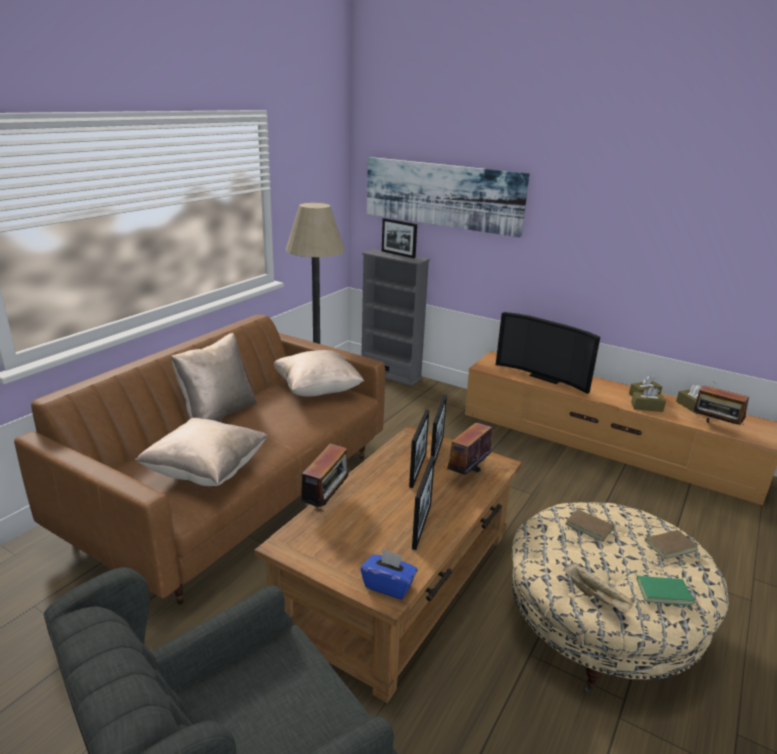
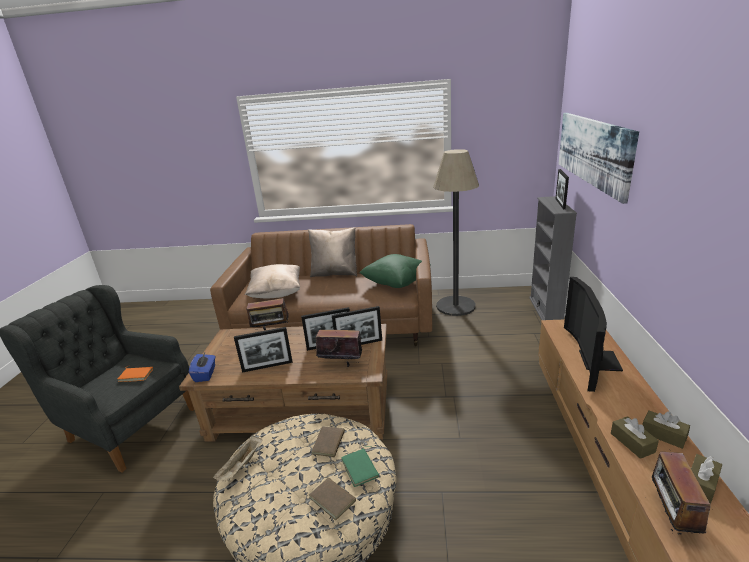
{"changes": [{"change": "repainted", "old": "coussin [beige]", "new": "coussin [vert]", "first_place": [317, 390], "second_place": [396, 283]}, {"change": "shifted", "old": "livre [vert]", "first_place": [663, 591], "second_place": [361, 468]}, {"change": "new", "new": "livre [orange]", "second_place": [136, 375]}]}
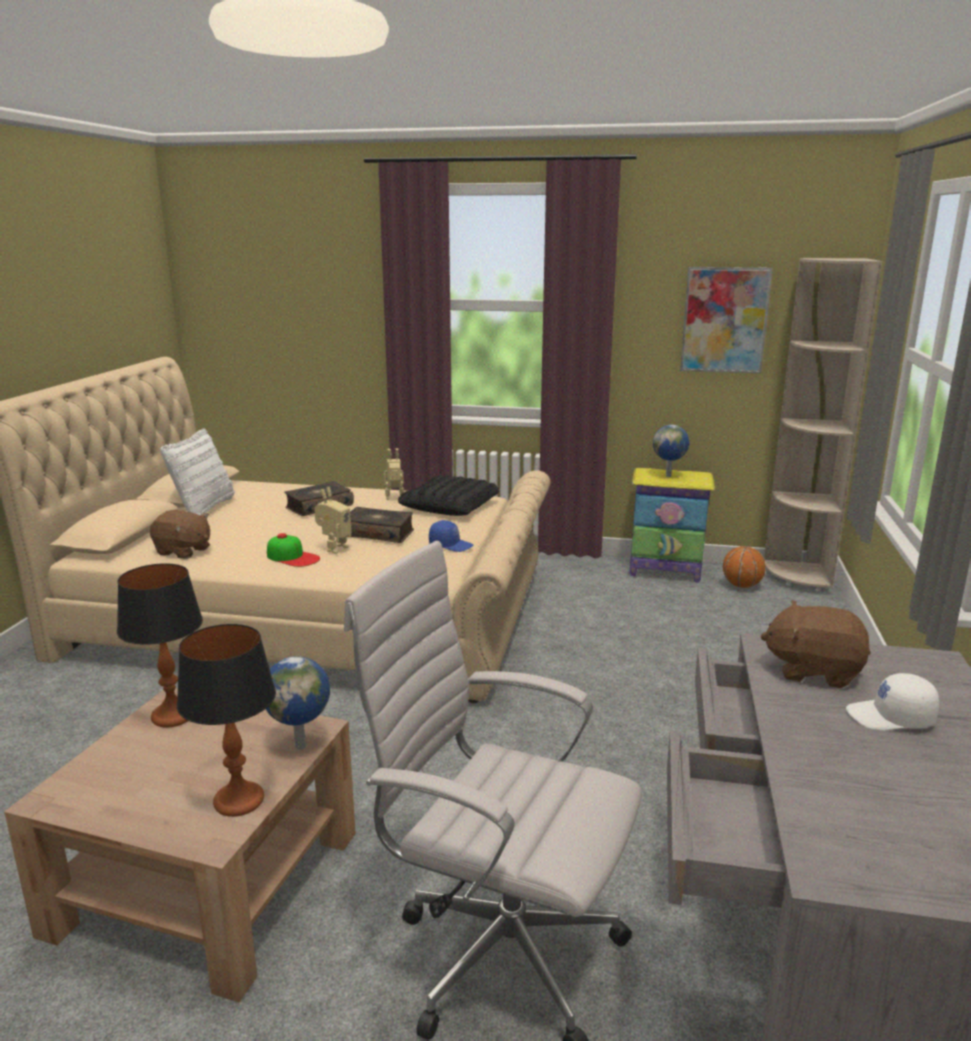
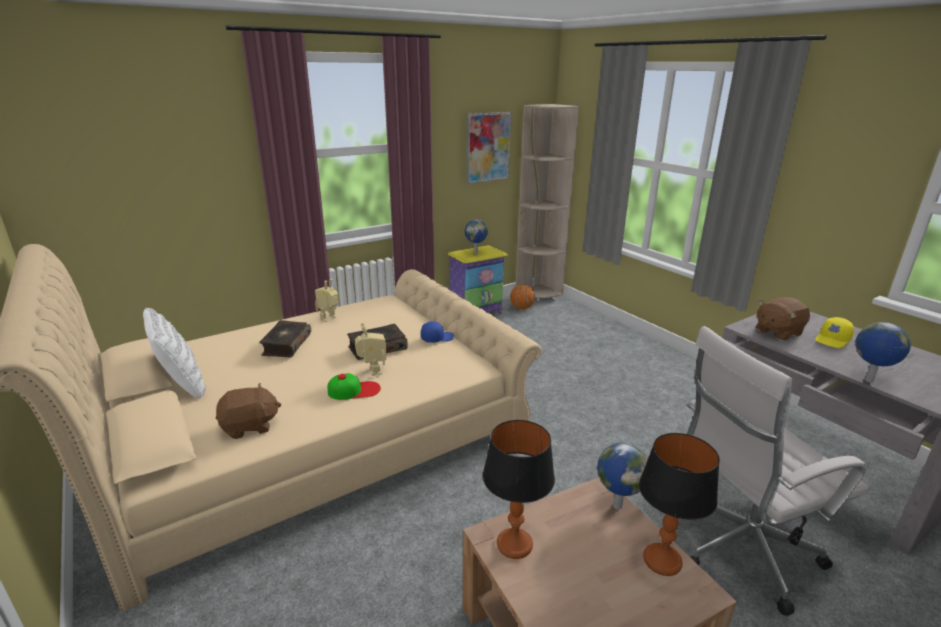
{"changes": [{"change": "gone", "old": "coussin [noir]", "first_place": [450, 506]}, {"change": "repainted", "old": "casquette [blanc]", "new": "casquette [jaune]", "first_place": [891, 718], "second_place": [833, 340]}, {"change": "new", "new": "globe", "second_place": [868, 381]}]}
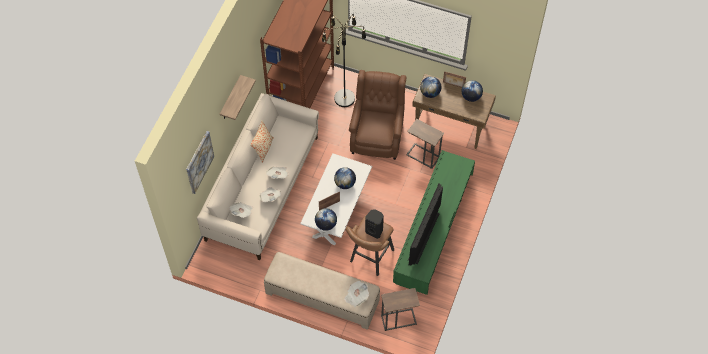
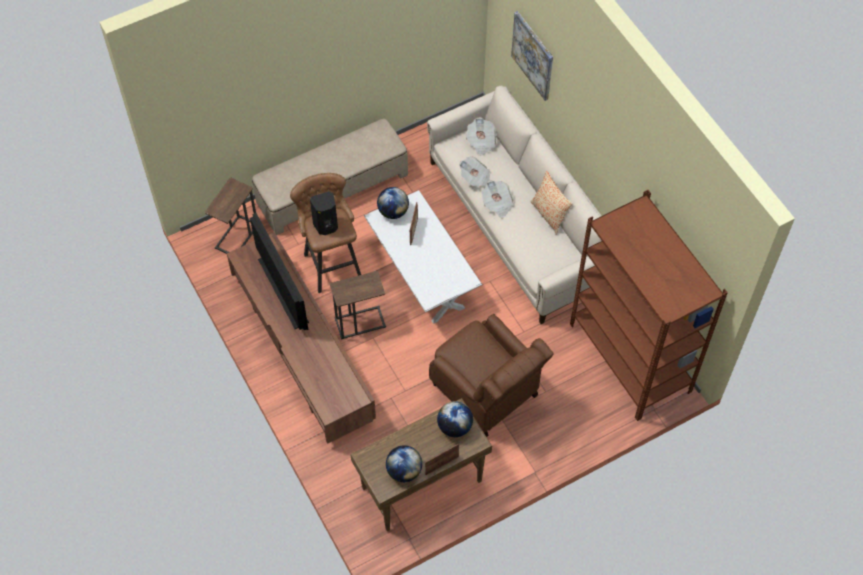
{"changes": [{"change": "gone", "old": "étagère", "first_place": [230, 99]}, {"change": "gone", "old": "lampadaire", "first_place": [344, 98]}, {"change": "gone", "old": "globe", "first_place": [345, 183]}, {"change": "gone", "old": "journal", "first_place": [356, 296]}, {"change": "repainted", "old": "meuble télé [vert]", "new": "meuble télé [marron]", "first_place": [433, 230], "second_place": [302, 350]}, {"change": "shifted", "old": "table d'appoint [marron]", "first_place": [423, 156], "second_place": [360, 323]}]}
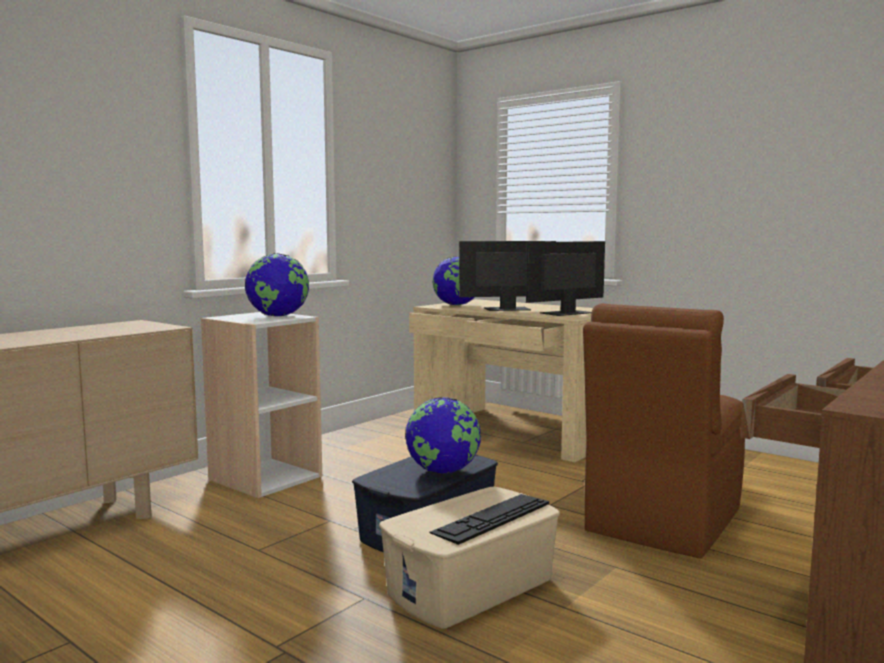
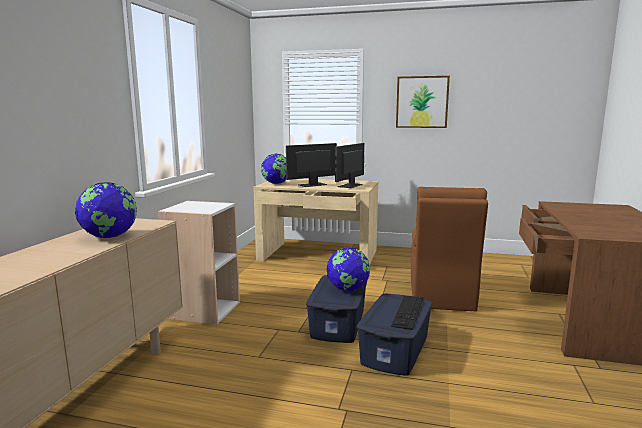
{"changes": [{"change": "shifted", "old": "globe", "first_place": [278, 316], "second_place": [110, 237]}, {"change": "repainted", "old": "boîte de rangement [beige]", "new": "boîte de rangement [bleu]", "first_place": [472, 586], "second_place": [396, 350]}, {"change": "new", "new": "tableau", "second_place": [422, 102]}]}
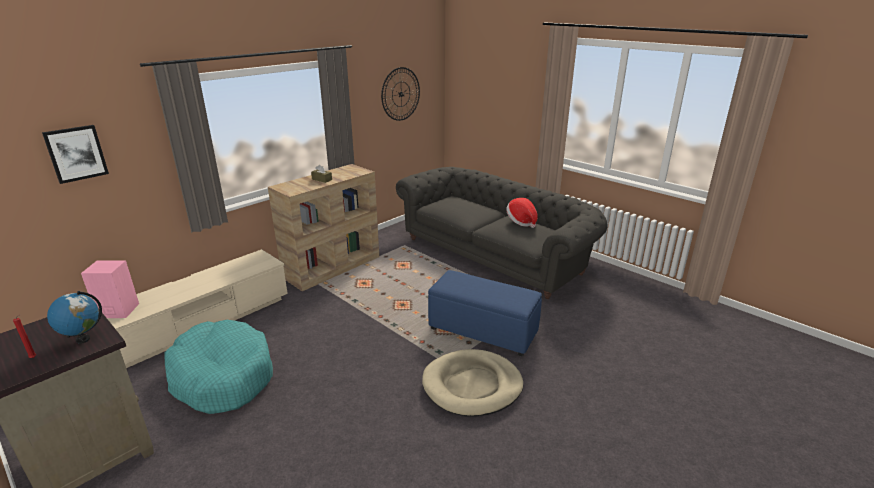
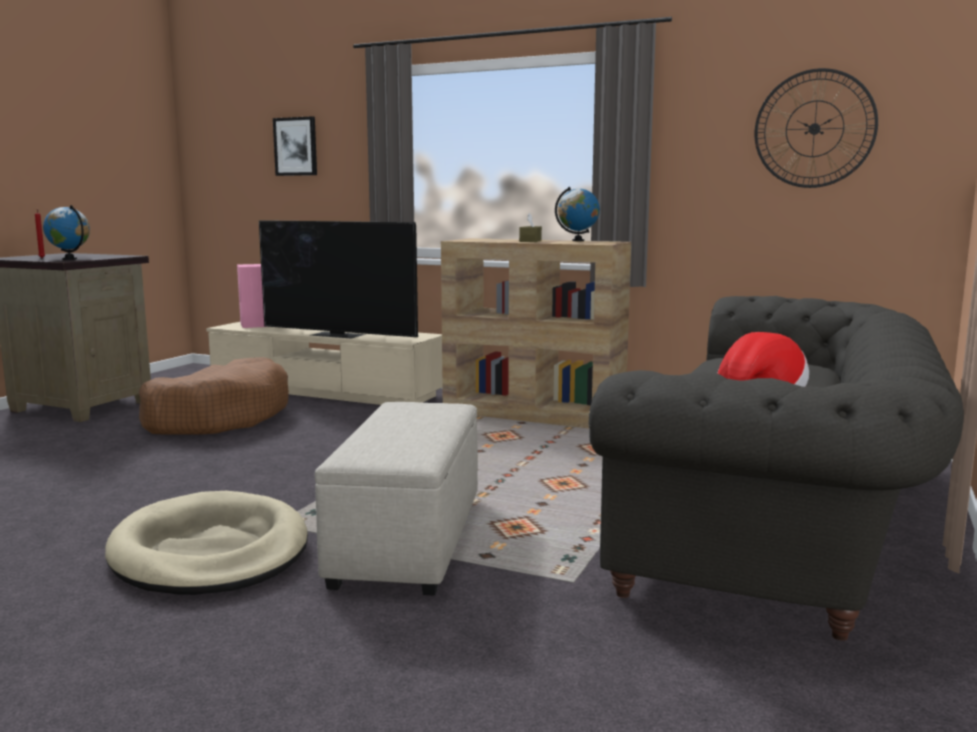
{"changes": [{"change": "repainted", "old": "panier pour chien [turquoise]", "new": "panier pour chien [marron]", "first_place": [222, 376], "second_place": [218, 417]}, {"change": "repainted", "old": "pouf [bleu]", "new": "pouf [beige]", "first_place": [483, 331], "second_place": [408, 540]}, {"change": "new", "new": "téléviseur", "second_place": [338, 334]}, {"change": "new", "new": "globe", "second_place": [578, 241]}]}
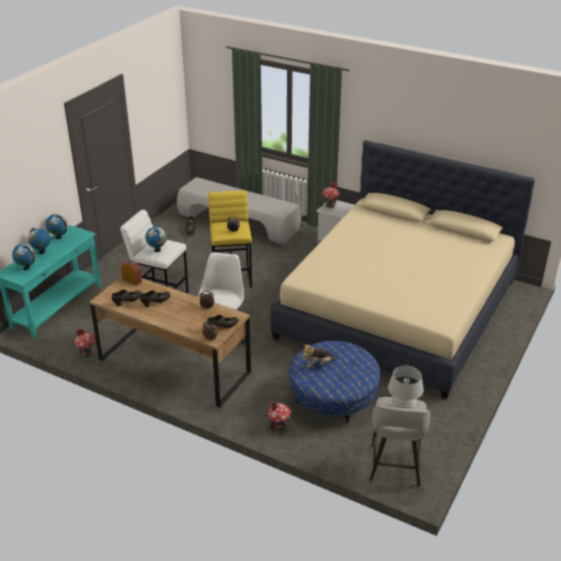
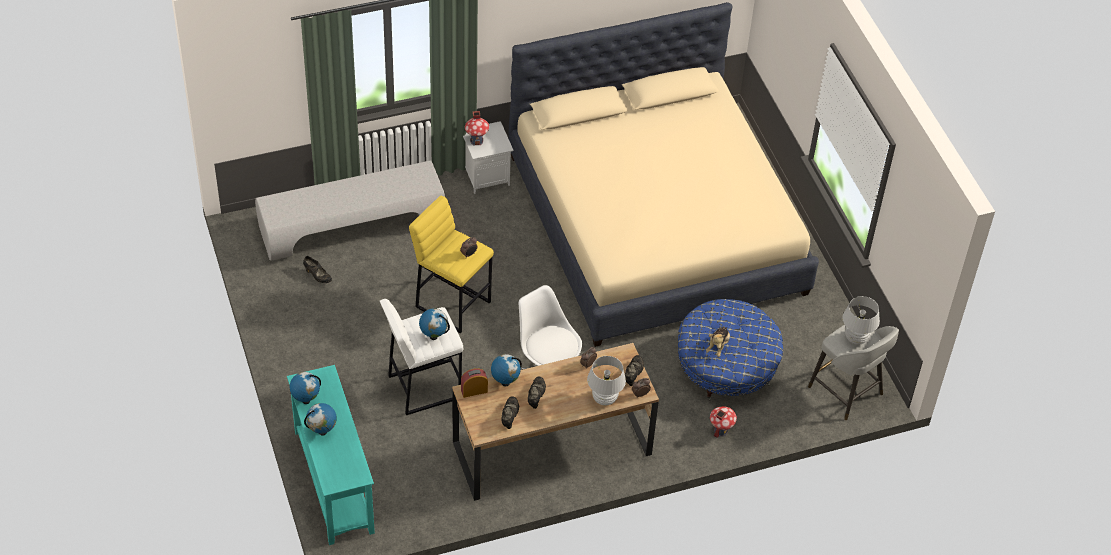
{"changes": [{"change": "shifted", "old": "globe", "first_place": [26, 268], "second_place": [505, 382]}, {"change": "gone", "old": "maison miniature", "first_place": [87, 353]}, {"change": "new", "new": "lampe de table [blanc]", "second_place": [604, 399]}]}
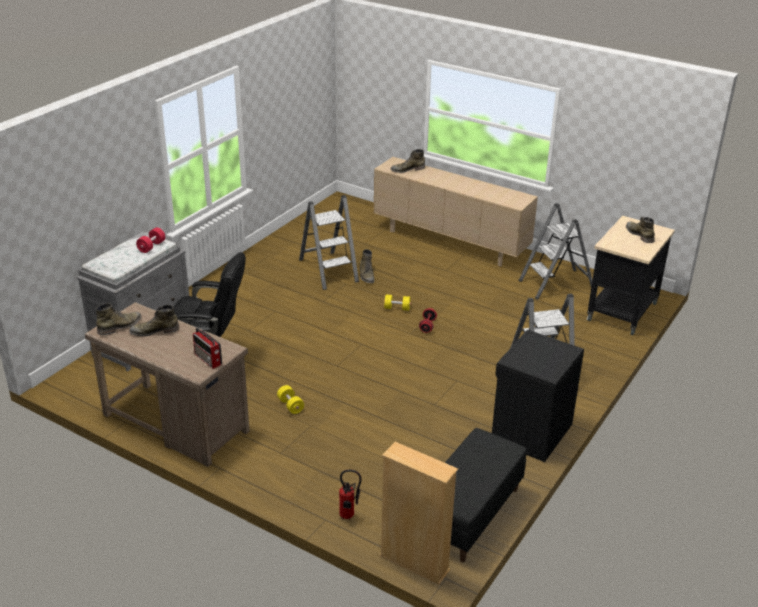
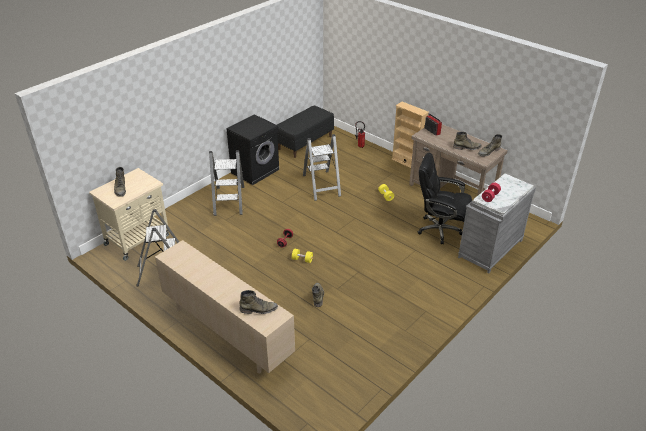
{"changes": [{"change": "shifted", "old": "escabeau [gris]", "first_place": [328, 270], "second_place": [321, 186]}, {"change": "shifted", "old": "bibliothèque [beige]", "first_place": [414, 563], "second_place": [407, 162]}, {"change": "repainted", "old": "chariot [noir]", "new": "chariot [beige]", "first_place": [622, 313], "second_place": [137, 240]}]}
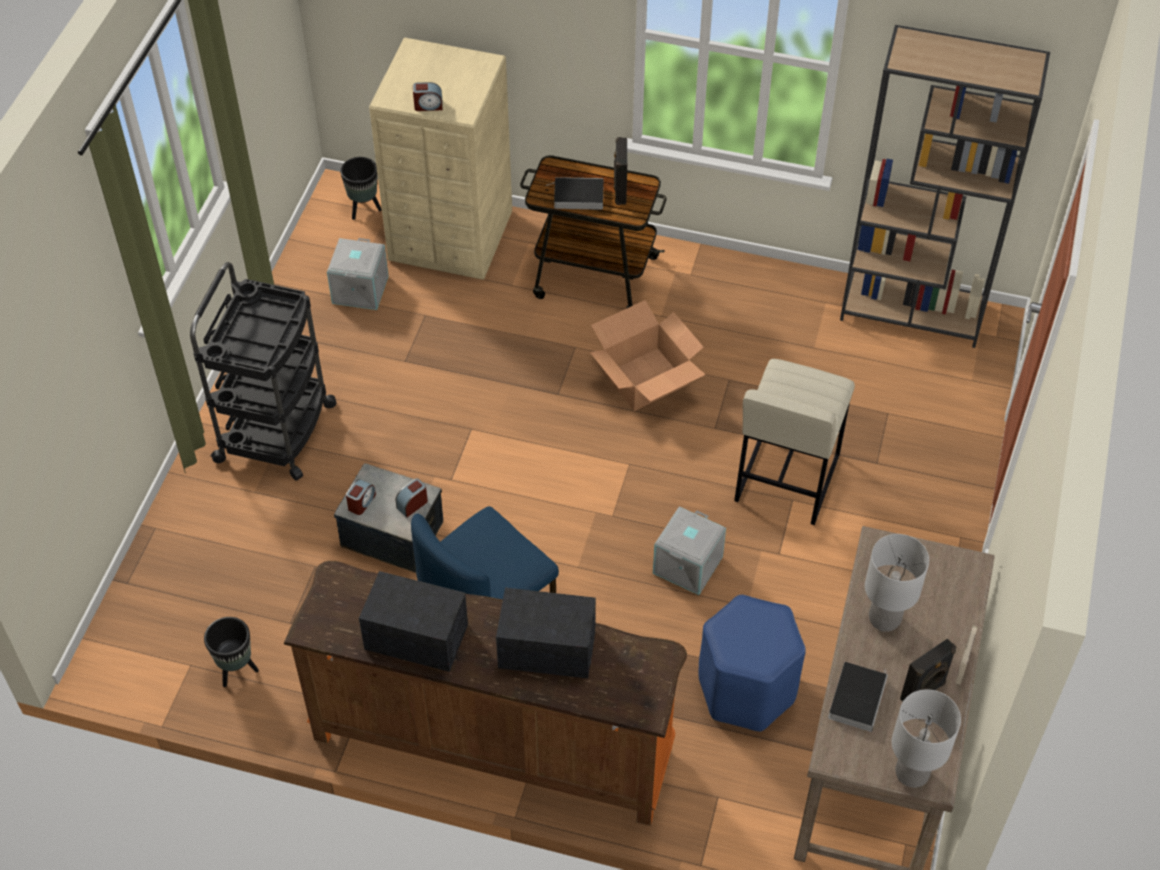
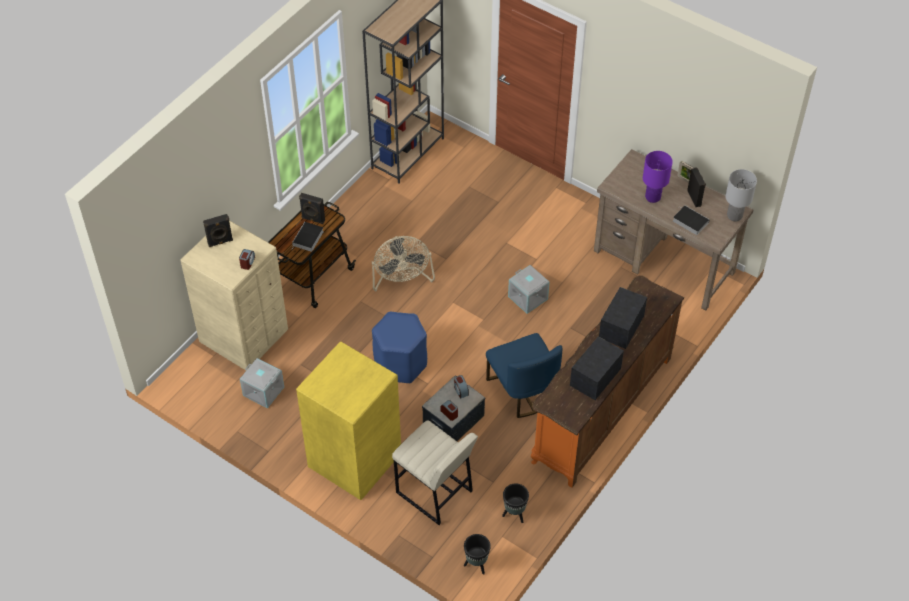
{"changes": [{"change": "swapped", "old": "chariot [noir]", "new": "commode [jaune]", "first_place": [276, 432], "second_place": [354, 459]}, {"change": "shifted", "old": "cache-pot [noir]", "first_place": [364, 209], "second_place": [476, 564]}, {"change": "swapped", "old": "carton", "new": "ventilateur [beige]", "first_place": [646, 379], "second_place": [399, 277]}, {"change": "shifted", "old": "tabouret [bleu]", "first_place": [746, 689], "second_place": [400, 364]}, {"change": "shifted", "old": "chaise [beige]", "first_place": [786, 480], "second_place": [435, 493]}, {"change": "repainted", "old": "lampe de table [gris]", "new": "lampe de table [violet]", "first_place": [884, 620], "second_place": [652, 198]}, {"change": "new", "new": "enceinte [noir]", "second_place": [220, 242]}]}
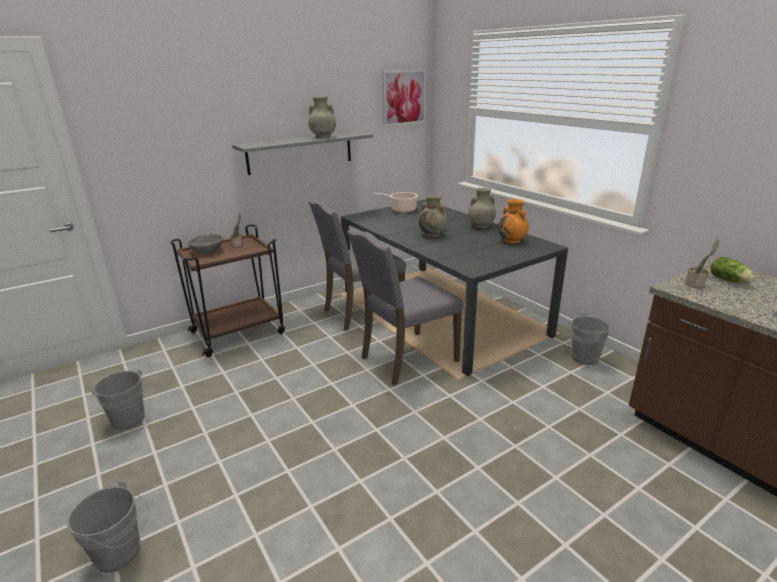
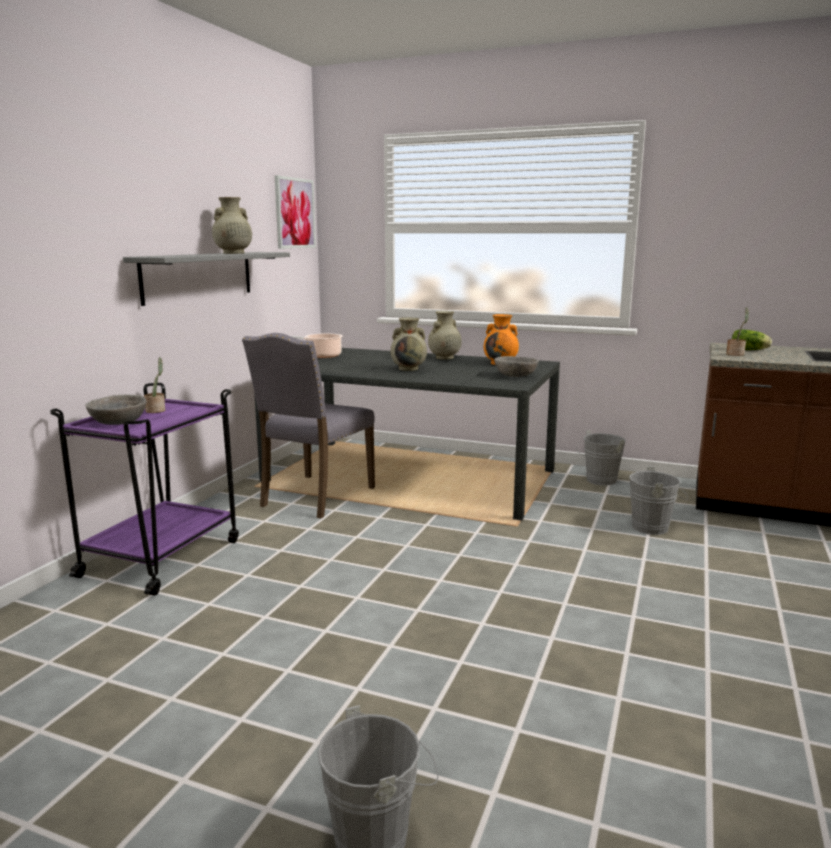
{"changes": [{"change": "shifted", "old": "seau [gris]", "first_place": [130, 421], "second_place": [654, 528]}, {"change": "repainted", "old": "chariot [marron]", "new": "chariot [violet]", "first_place": [239, 332], "second_place": [162, 557]}, {"change": "gone", "old": "chaise [gris]", "first_place": [406, 359]}, {"change": "new", "new": "bol [gris]", "second_place": [515, 375]}]}
